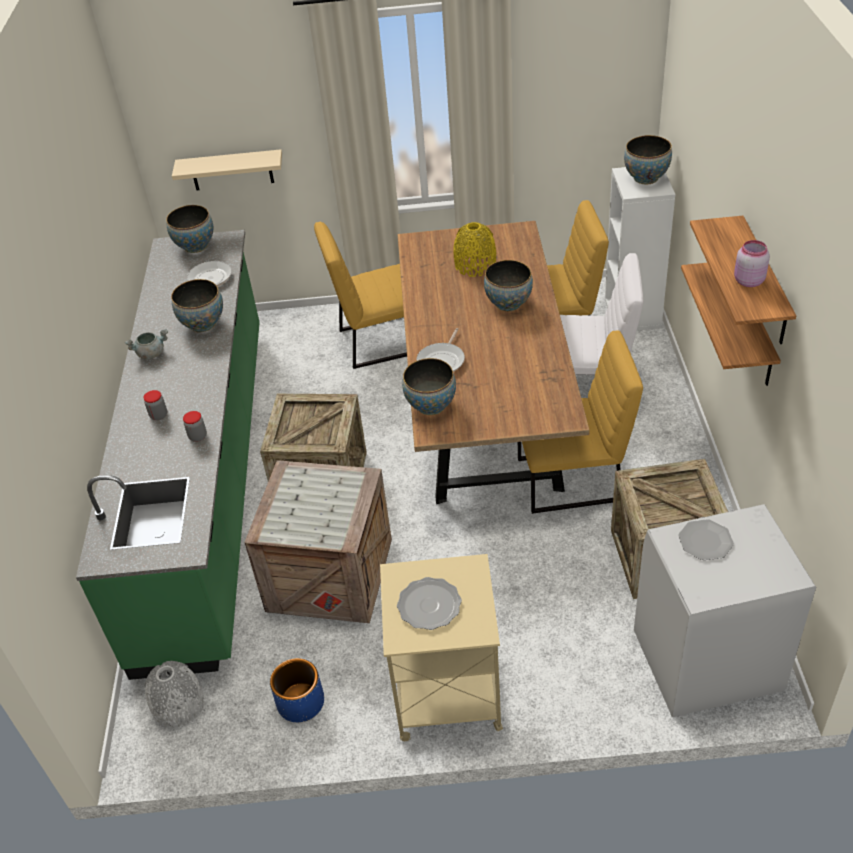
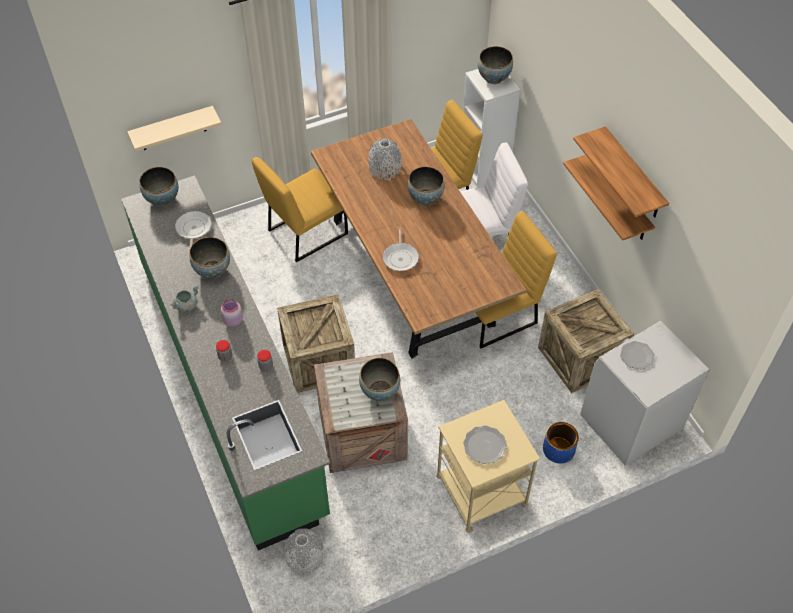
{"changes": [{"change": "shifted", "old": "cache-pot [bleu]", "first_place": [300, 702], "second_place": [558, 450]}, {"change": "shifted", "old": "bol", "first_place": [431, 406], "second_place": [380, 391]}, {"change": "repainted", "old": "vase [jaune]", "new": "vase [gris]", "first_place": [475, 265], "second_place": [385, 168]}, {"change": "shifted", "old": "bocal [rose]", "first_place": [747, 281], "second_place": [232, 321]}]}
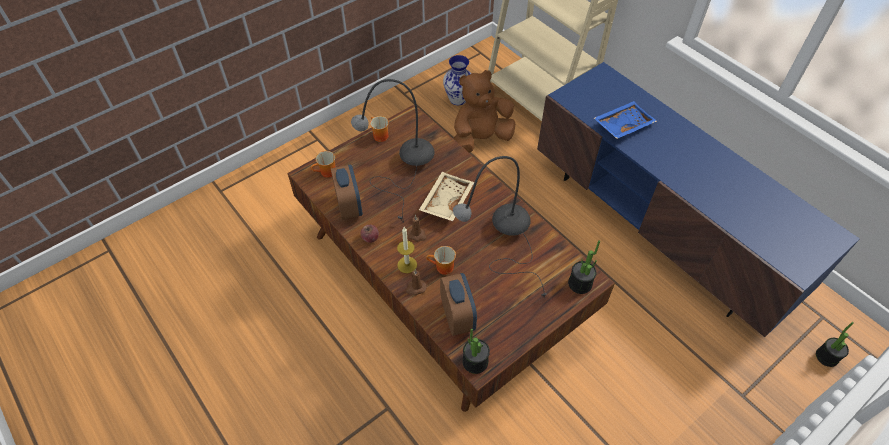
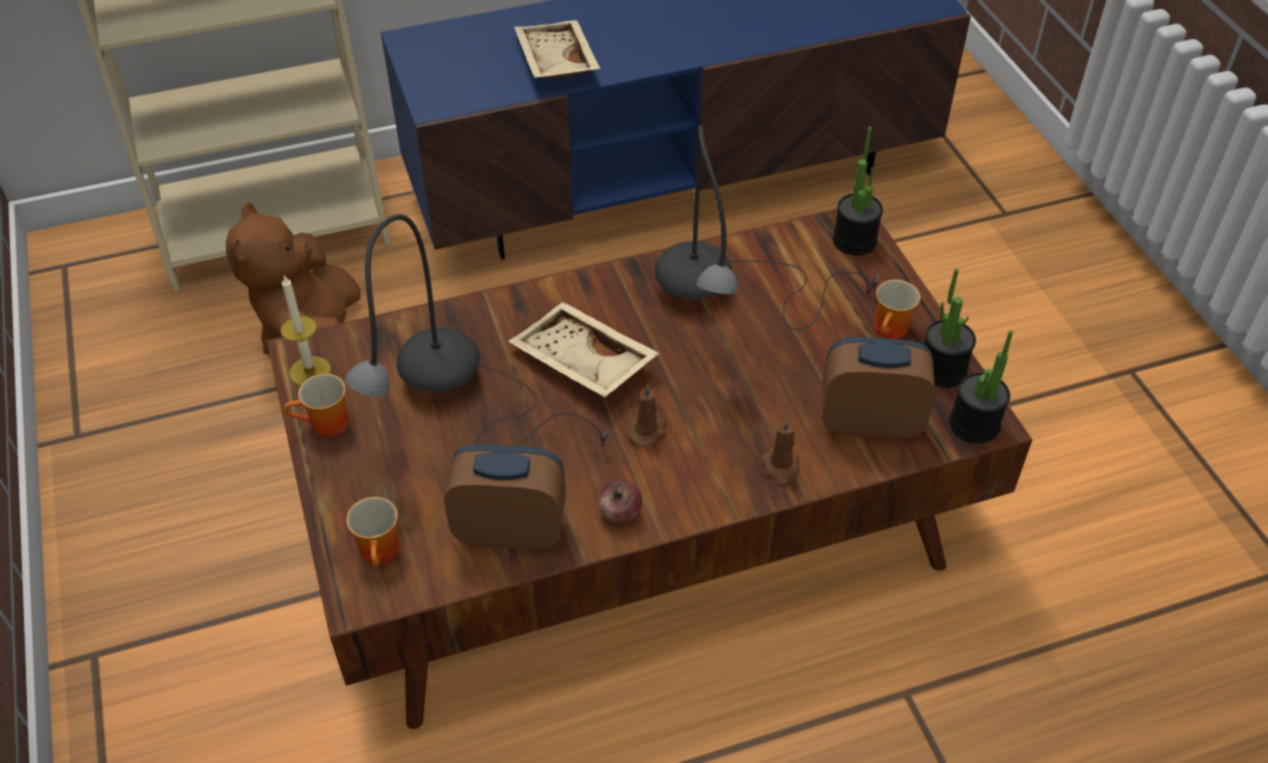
{"changes": [{"change": "shifted", "old": "bougie", "first_place": [407, 265], "second_place": [310, 371]}, {"change": "shifted", "old": "mug", "first_place": [442, 268], "second_place": [892, 331]}, {"change": "gone", "old": "vase", "first_place": [457, 99]}, {"change": "repainted", "old": "plateau [bleu]", "new": "plateau [beige]", "first_place": [622, 125], "second_place": [554, 62]}, {"change": "shifted", "old": "plante en pot", "first_place": [826, 357], "second_place": [942, 370]}]}
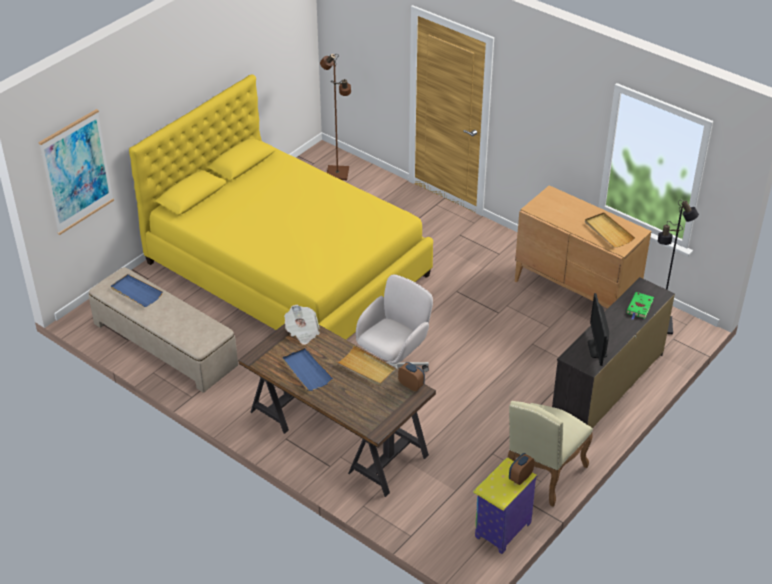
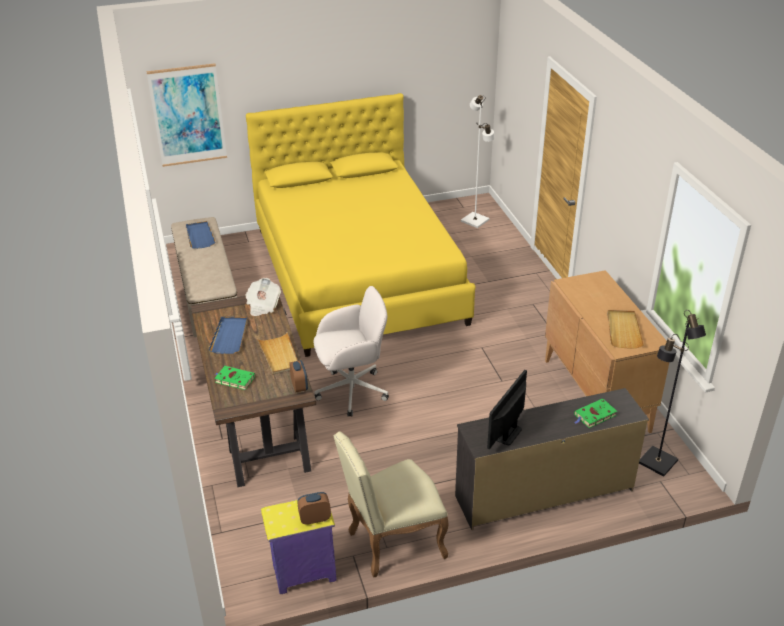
{"changes": [{"change": "repainted", "old": "lampadaire [marron]", "new": "lampadaire [blanc]", "first_place": [337, 173], "second_place": [475, 220]}, {"change": "new", "new": "livre [vert]", "second_place": [234, 379]}]}
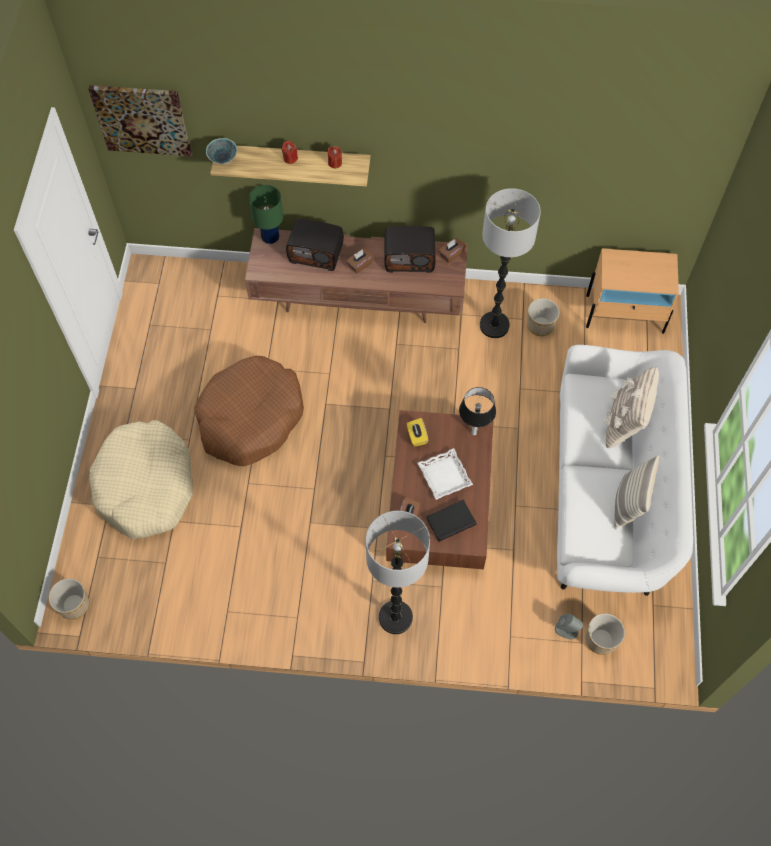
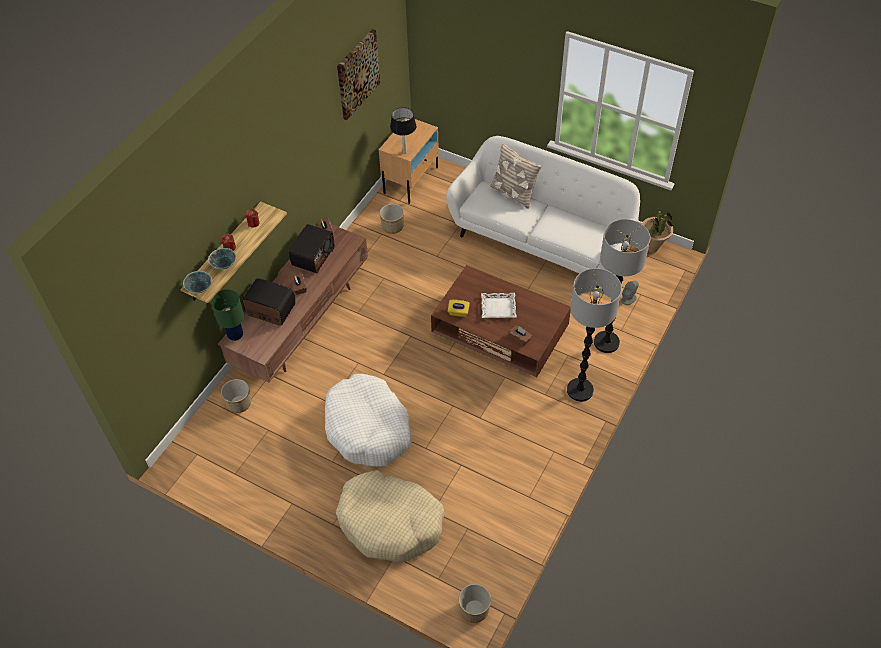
{"changes": [{"change": "shifted", "old": "tableau", "first_place": [142, 119], "second_place": [357, 74]}, {"change": "repainted", "old": "panier pour chien [marron]", "new": "panier pour chien [blanc]", "first_place": [250, 418], "second_place": [368, 428]}, {"change": "rotated", "old": "radio", "first_place": [316, 253], "second_place": [270, 310], "degrees": -105}, {"change": "gone", "old": "livre [noir]", "first_place": [450, 520]}, {"change": "shifted", "old": "lampe de table", "first_place": [474, 433], "second_place": [404, 152]}, {"change": "shifted", "old": "lampadaire", "first_place": [494, 326], "second_place": [606, 342]}, {"change": "shifted", "old": "cache-pot", "first_place": [601, 640], "second_place": [239, 403]}, {"change": "gone", "old": "coussin", "first_place": [628, 503]}, {"change": "new", "new": "bol", "second_place": [224, 265]}, {"change": "new", "new": "plante en pot", "second_place": [652, 249]}]}
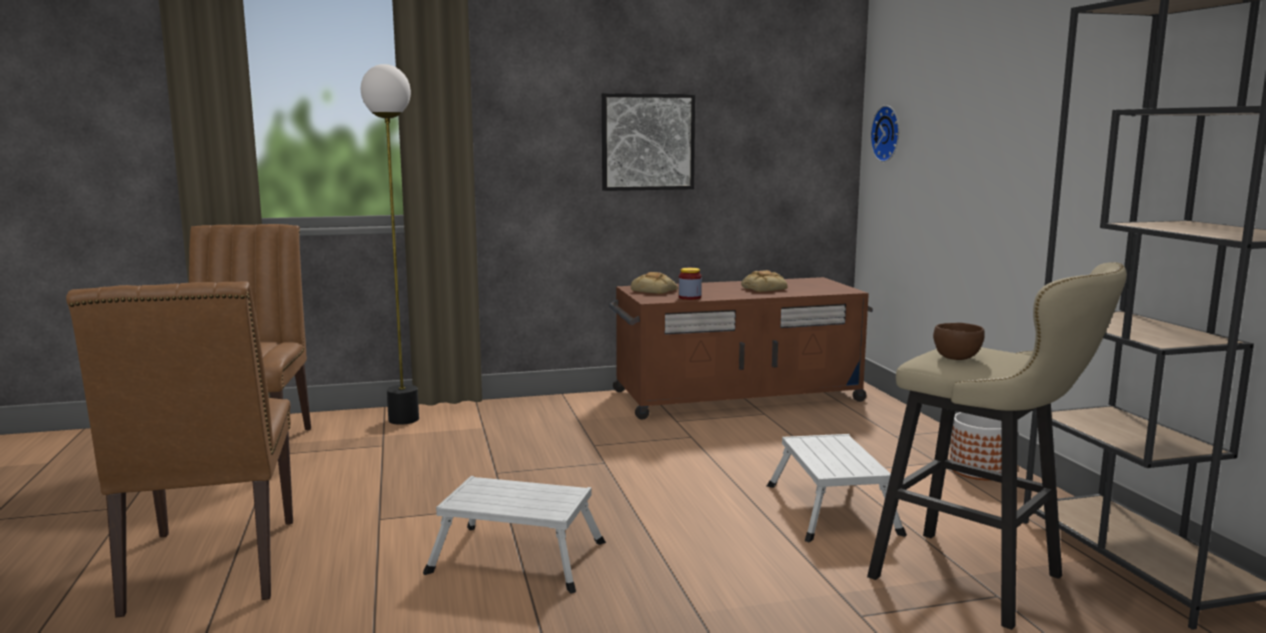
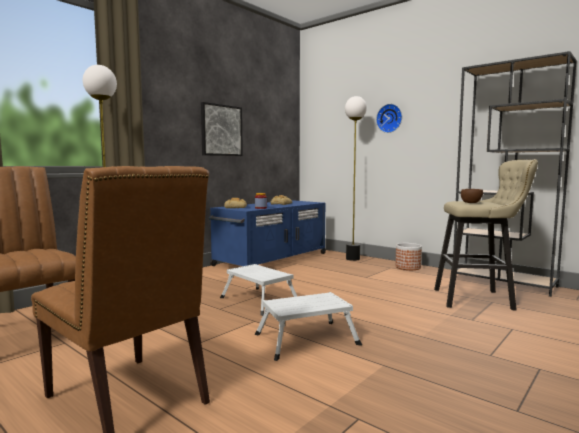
{"changes": [{"change": "repainted", "old": "meuble de rangement [marron]", "new": "meuble de rangement [bleu]", "first_place": [738, 396], "second_place": [272, 259]}, {"change": "shifted", "old": "escabeau [blanc]", "first_place": [831, 508], "second_place": [259, 300]}, {"change": "shifted", "old": "horloge murale", "first_place": [888, 133], "second_place": [390, 118]}, {"change": "new", "new": "lampadaire", "second_place": [353, 259]}]}
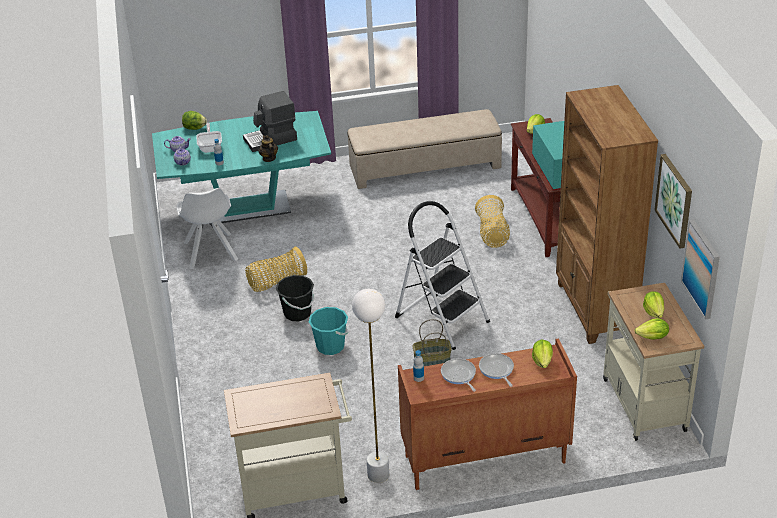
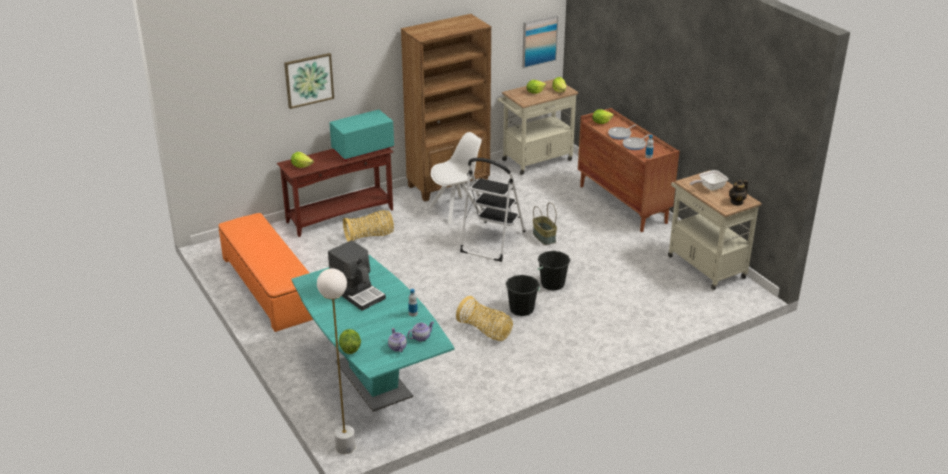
{"changes": [{"change": "shifted", "old": "chaise [blanc]", "first_place": [210, 252], "second_place": [456, 209]}, {"change": "shifted", "old": "poêle", "first_place": [210, 147], "second_place": [709, 187]}, {"change": "shifted", "old": "théière", "first_place": [269, 158], "second_place": [737, 202]}, {"change": "repainted", "old": "seau [turquoise]", "new": "seau [noir]", "first_place": [330, 346], "second_place": [552, 284]}, {"change": "repainted", "old": "banc [beige]", "new": "banc [orange]", "first_place": [425, 166], "second_place": [268, 286]}, {"change": "shifted", "old": "lampadaire [blanc]", "first_place": [378, 475], "second_place": [345, 447]}, {"change": "shifted", "old": "tableau", "first_place": [675, 200], "second_place": [309, 80]}]}
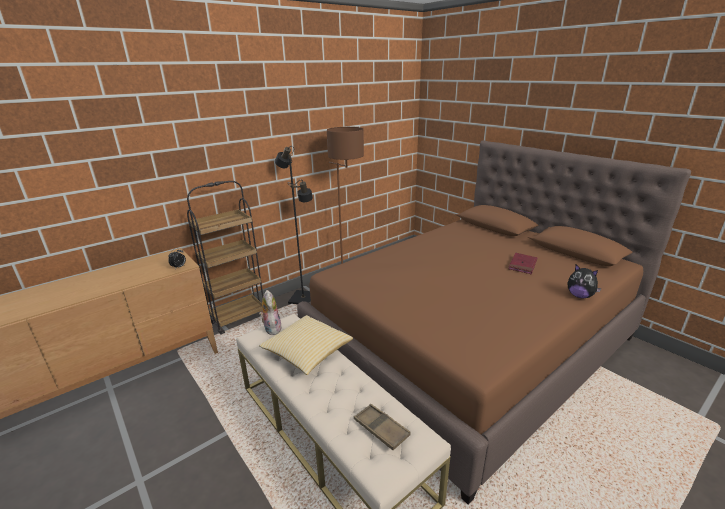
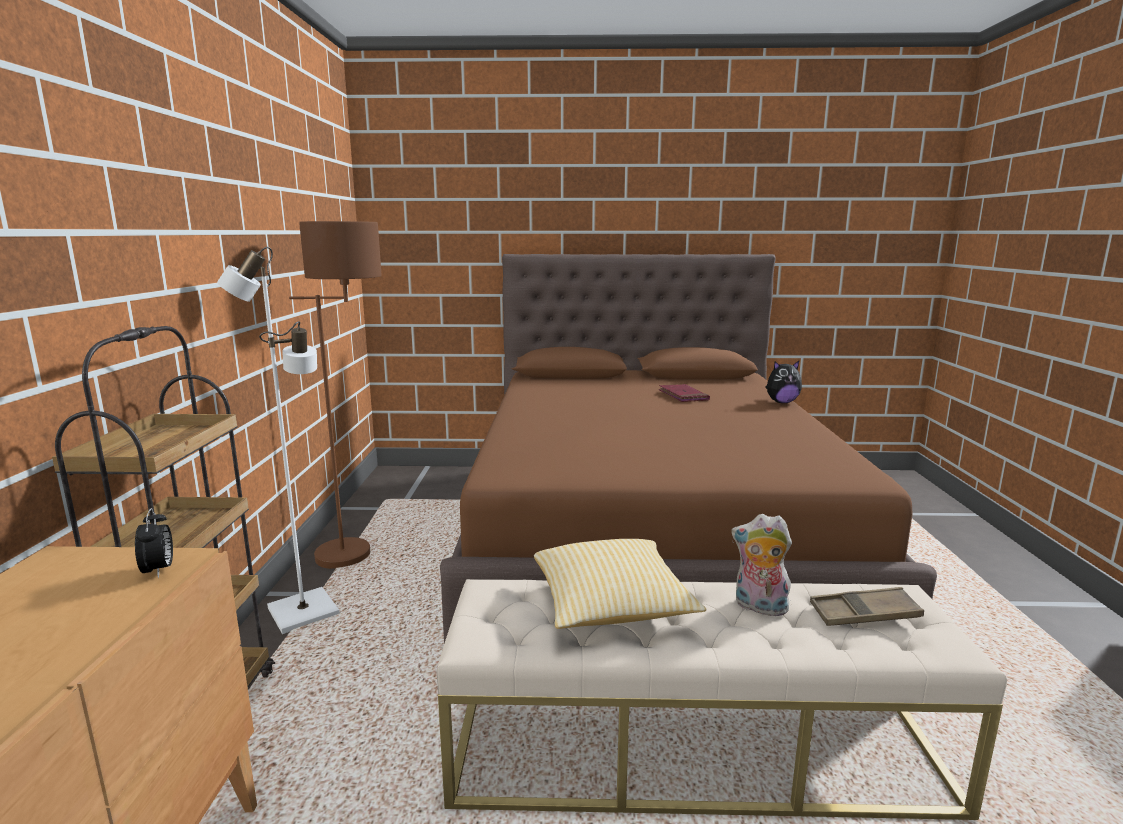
{"changes": [{"change": "shifted", "old": "peluche", "first_place": [271, 328], "second_place": [759, 607]}, {"change": "repainted", "old": "lampadaire [noir]", "new": "lampadaire [blanc]", "first_place": [303, 299], "second_place": [304, 611]}]}
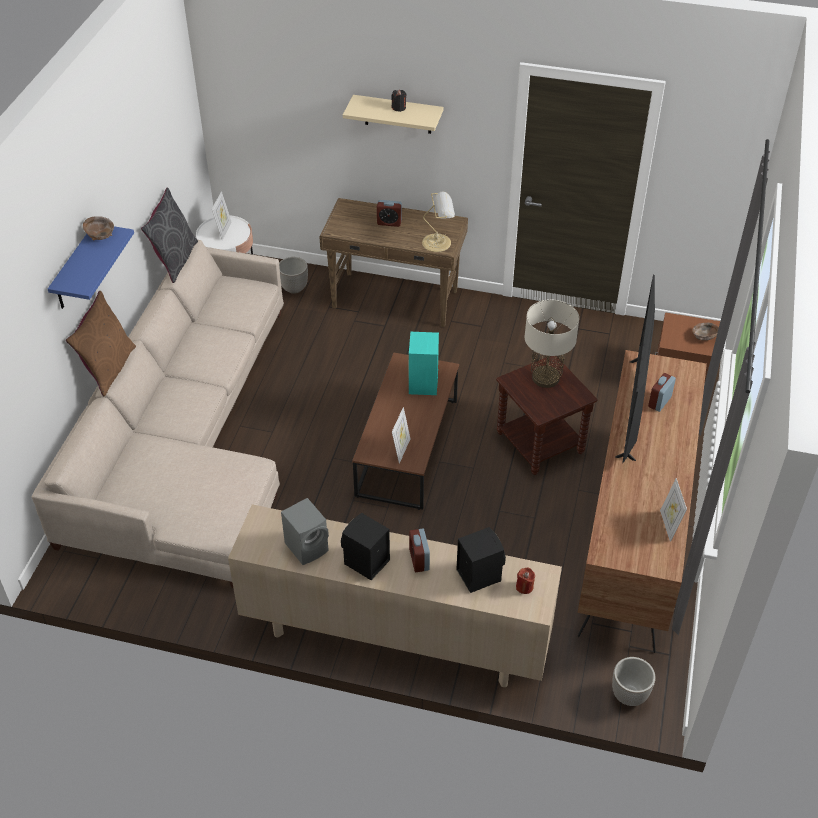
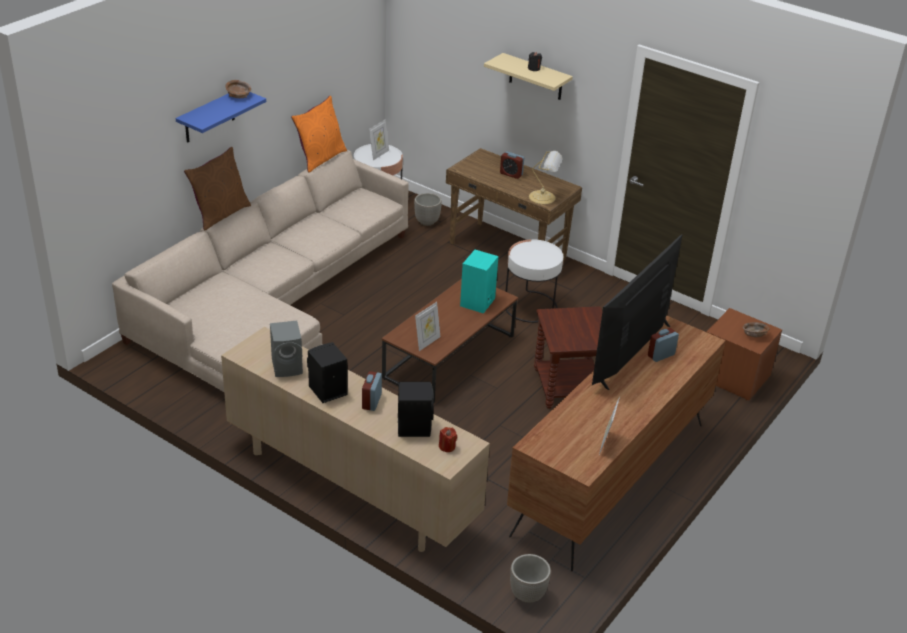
{"changes": [{"change": "repainted", "old": "coussin [gris]", "new": "coussin [orange]", "first_place": [175, 260], "second_place": [320, 158]}, {"change": "gone", "old": "lampe de table", "first_place": [545, 378]}, {"change": "new", "new": "table d'appoint [blanc]", "second_place": [530, 307]}]}
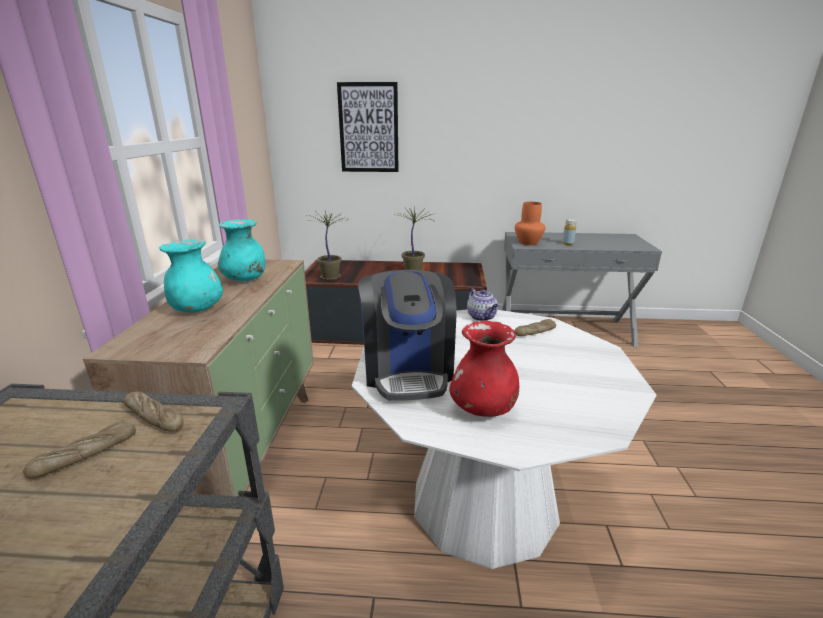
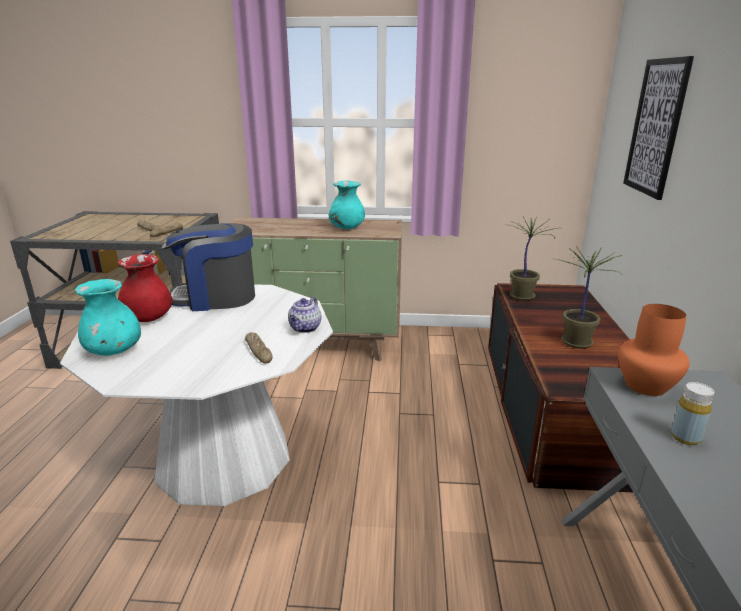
{"changes": [{"change": "shifted", "old": "vase [turquoise]", "first_place": [197, 309], "second_place": [114, 351]}, {"change": "rotated", "old": "théière", "first_place": [482, 317], "second_place": [305, 328], "degrees": -45}]}
